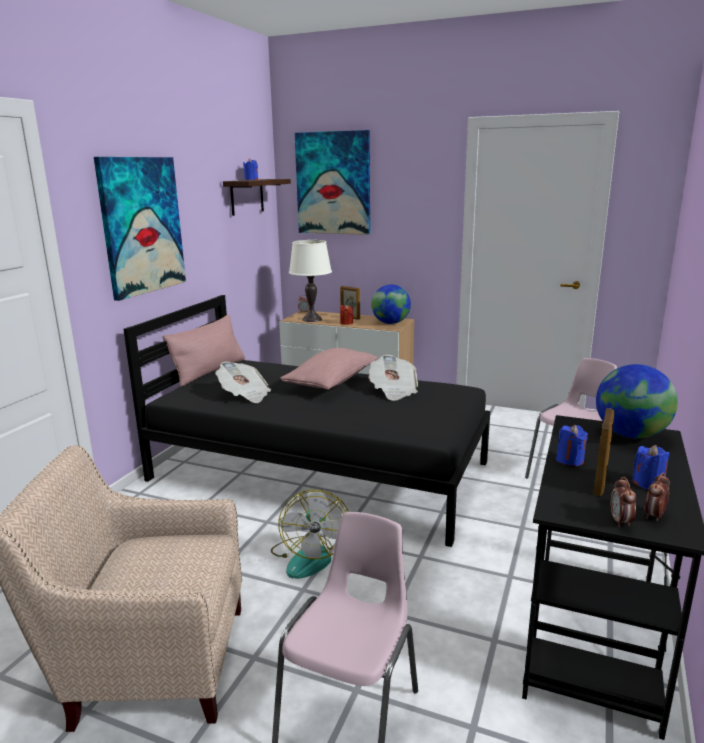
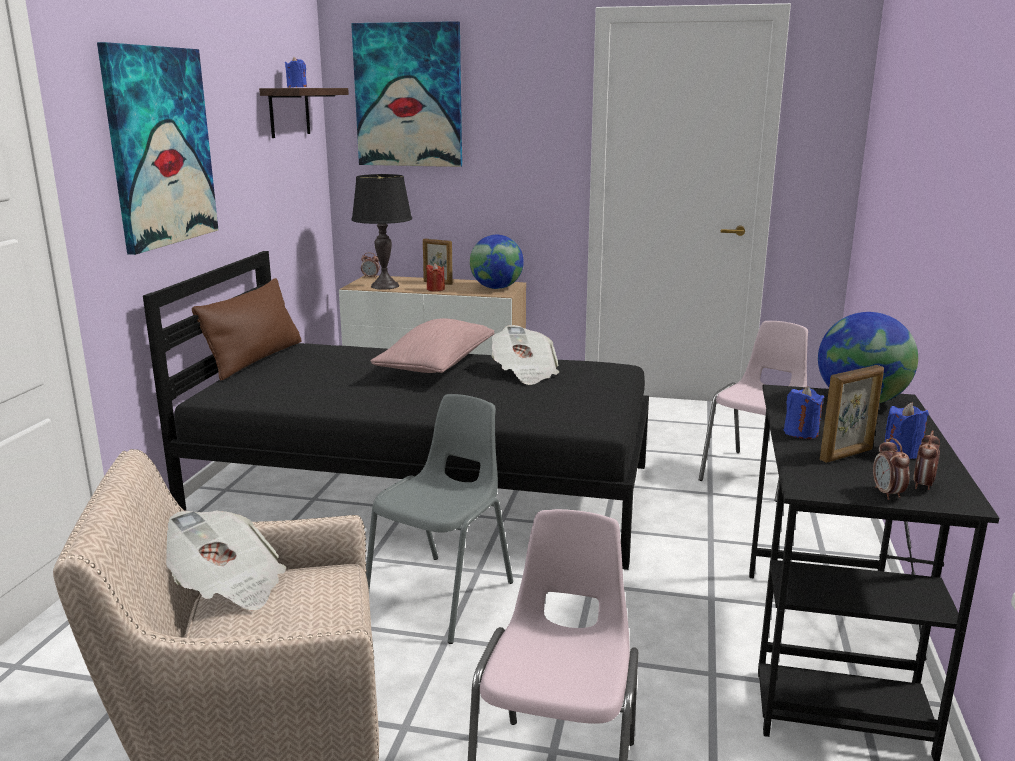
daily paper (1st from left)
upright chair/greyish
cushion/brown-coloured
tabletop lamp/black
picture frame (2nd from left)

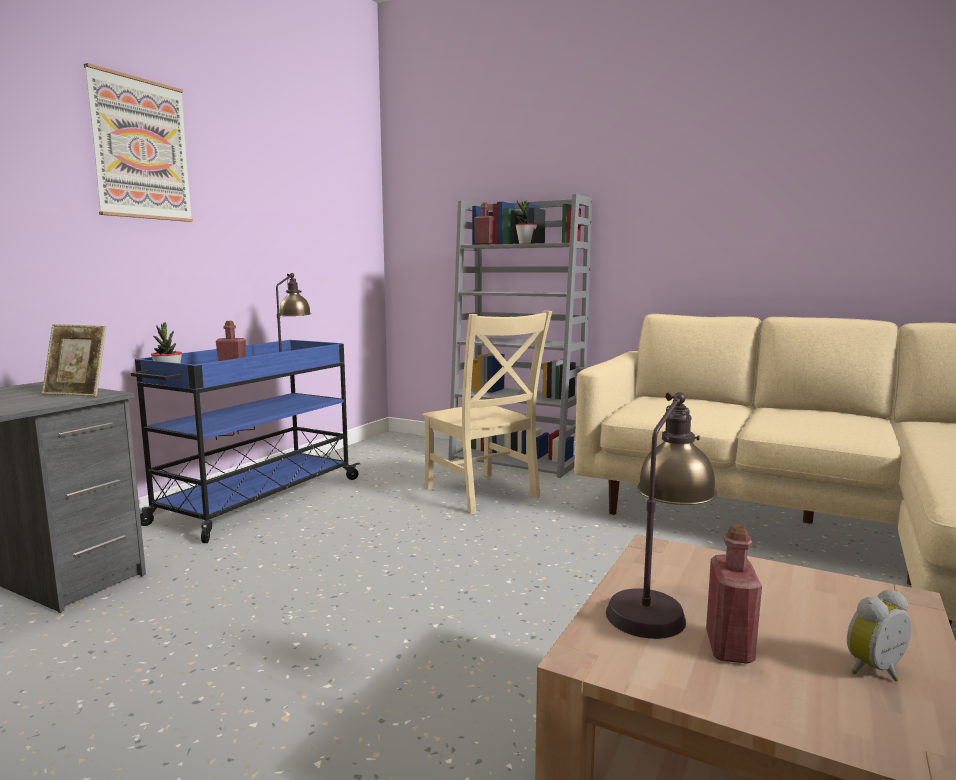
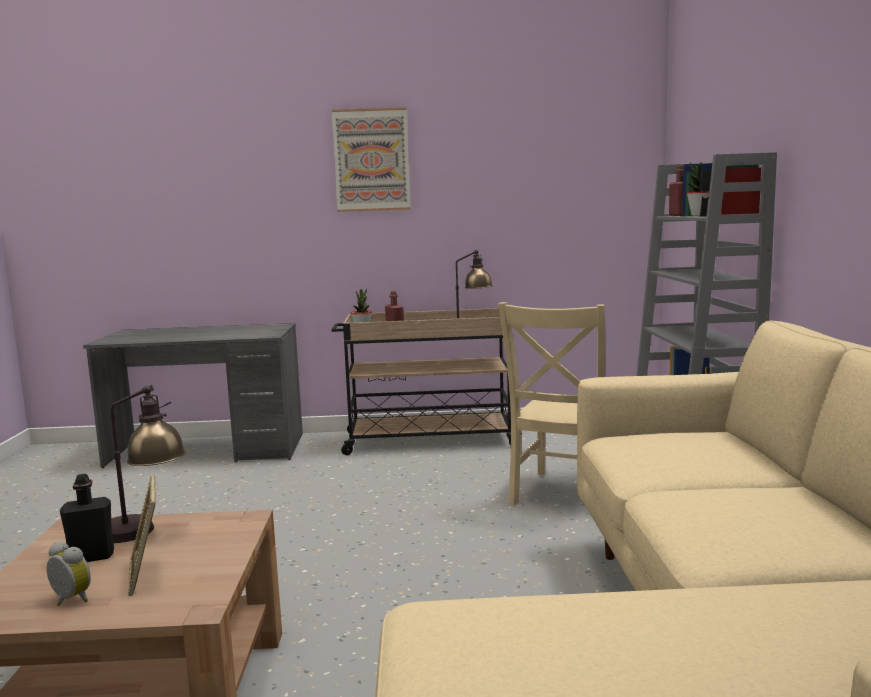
picture frame
cart/beige
beverage bottle/black

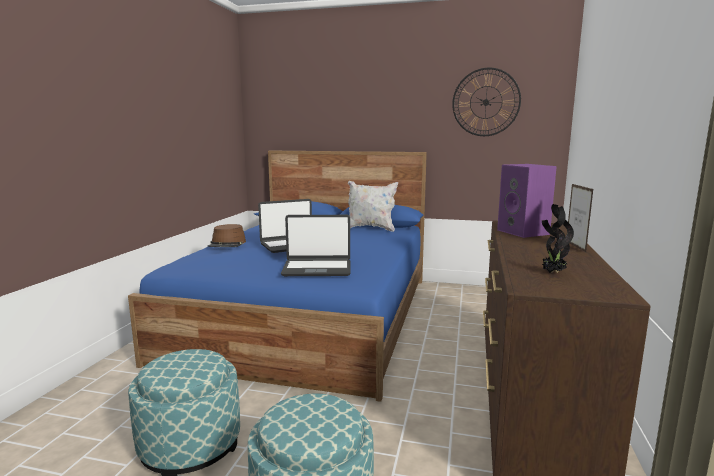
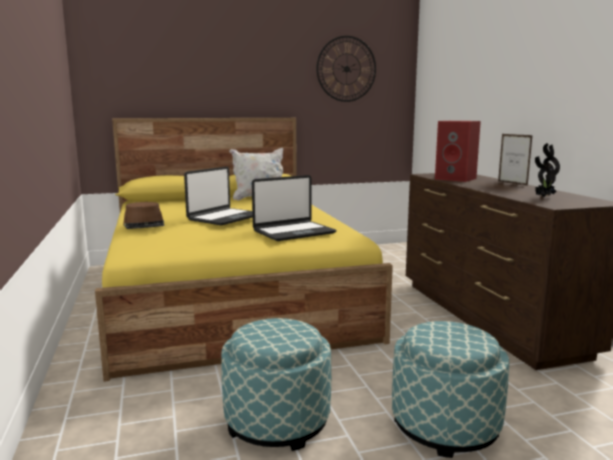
sleeping bed/yellow
speaker/reddish

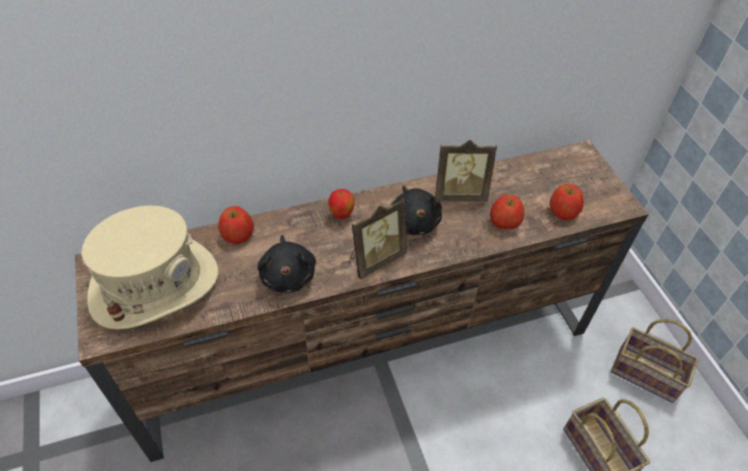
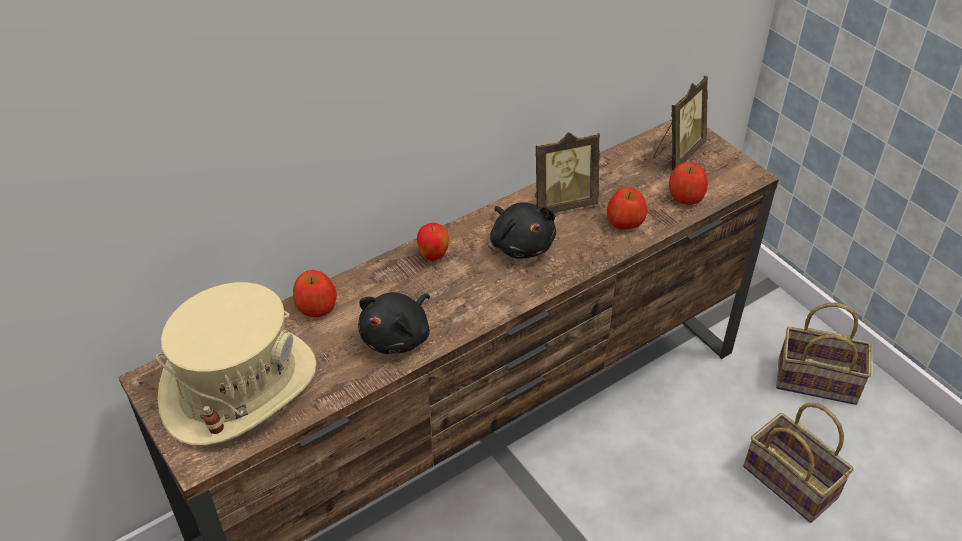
picture frame (2nd from left)
soft toy/black (1st from left)

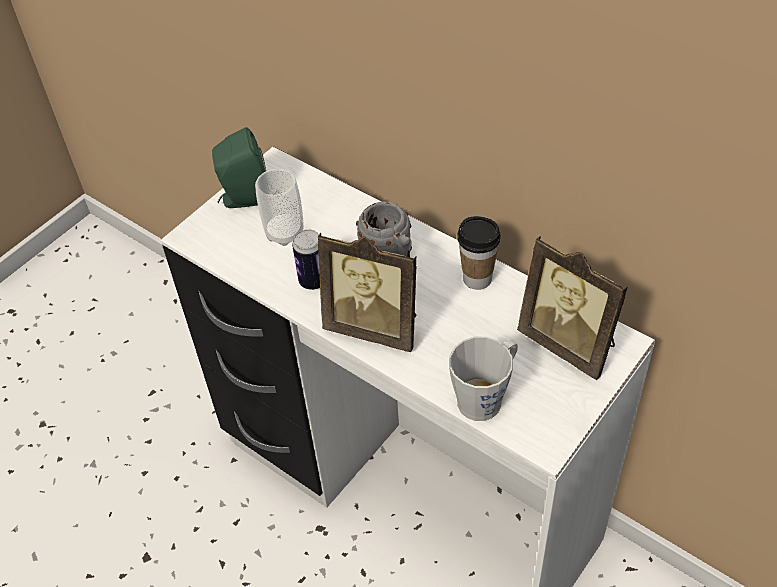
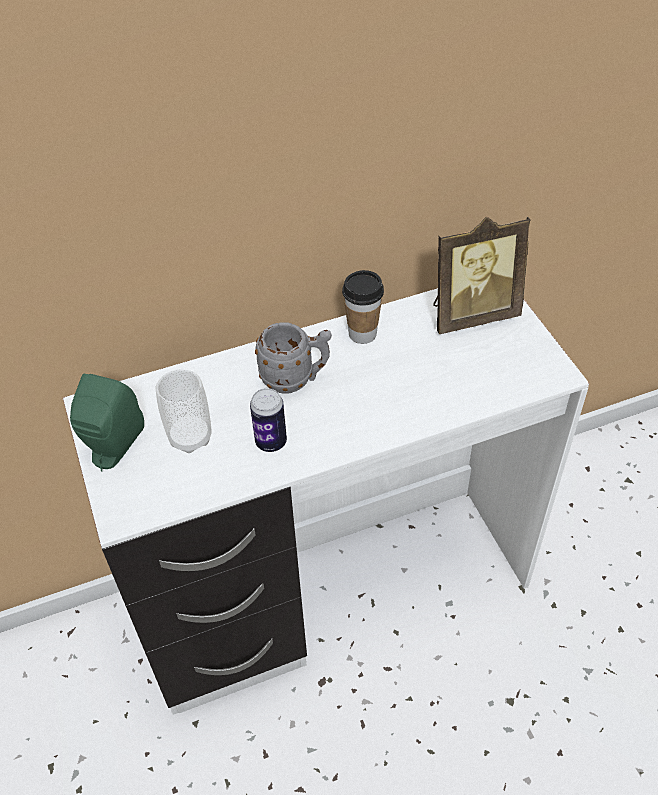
picture frame (1st from left in the first image)
coffee mug/greyish (2nd from left in the first image)

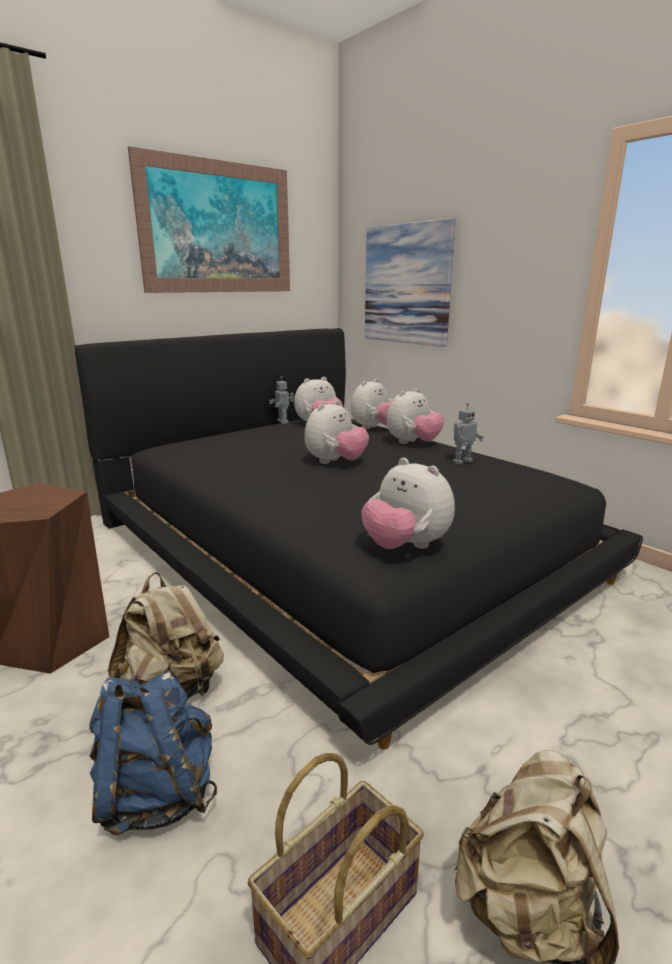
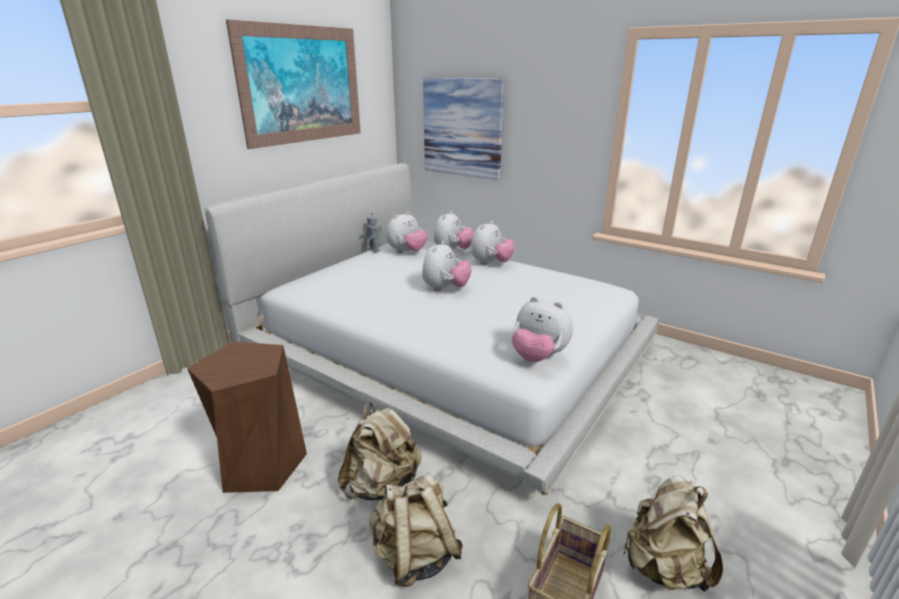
toy robot (2nd from left in the first image)
sleeping bed/whitish
rucksack/beige (2nd from left)

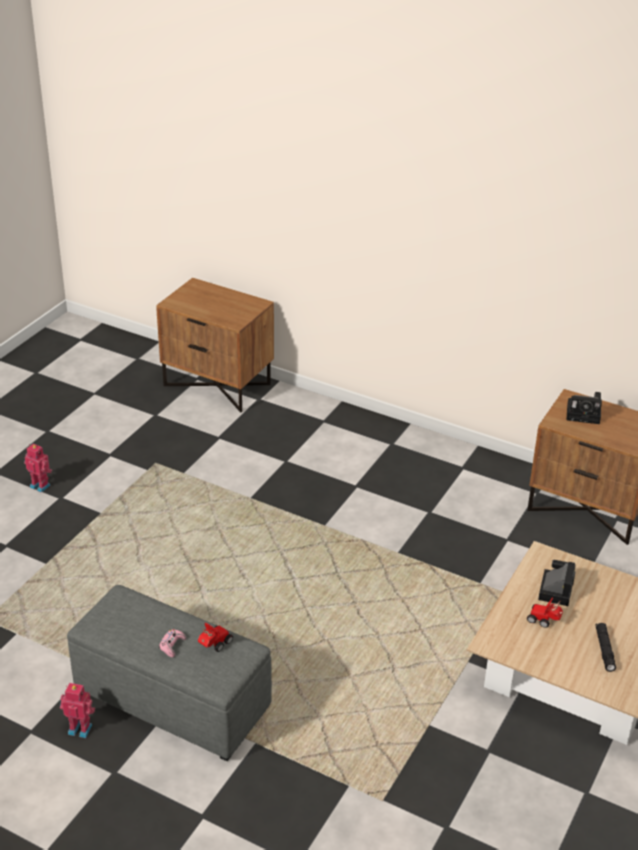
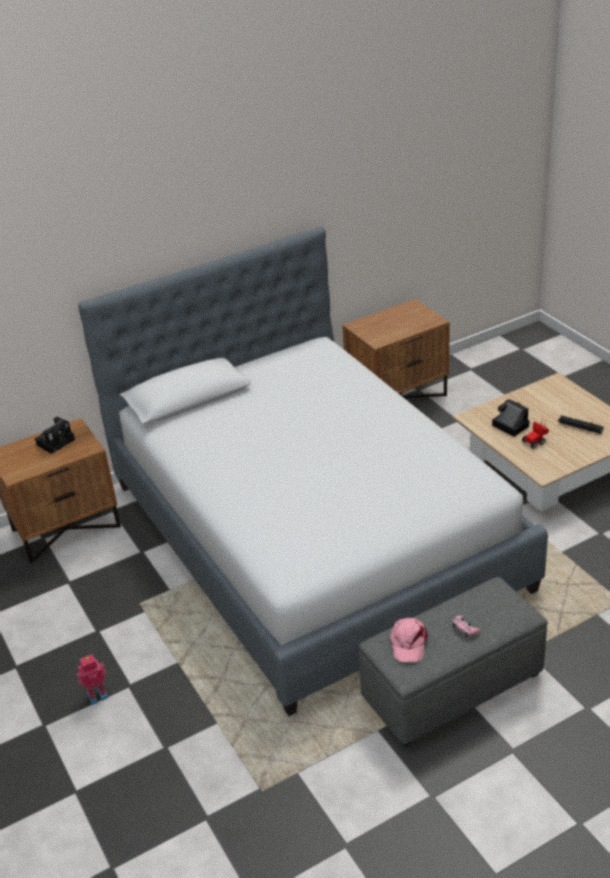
toy robot (2nd from left in the first image)
toy car (1st from left in the first image)
sleeping bed
cap/pink
photo camera (1st from left)

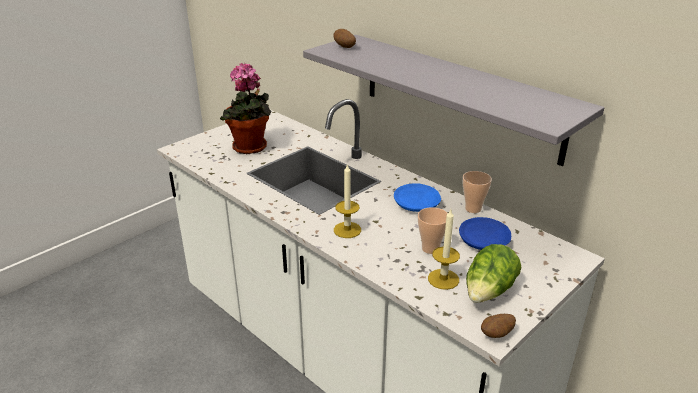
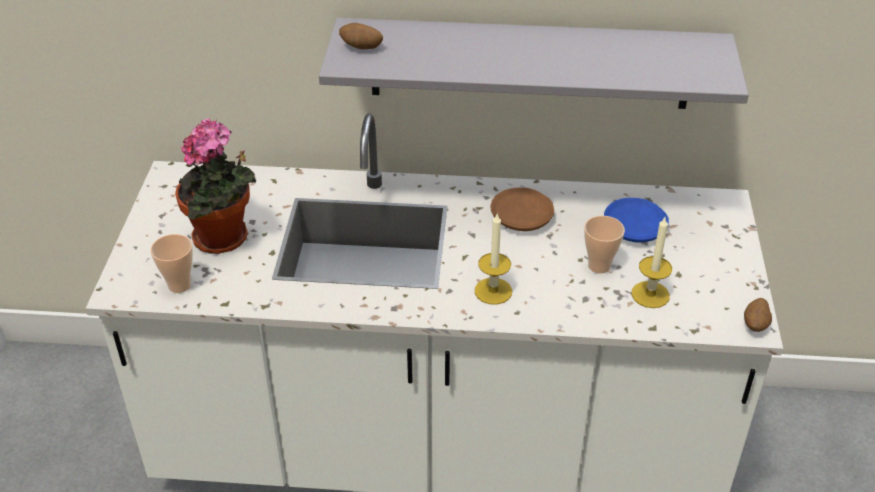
lettuce
drinking cup (1st from left)
plate/brown-coloured

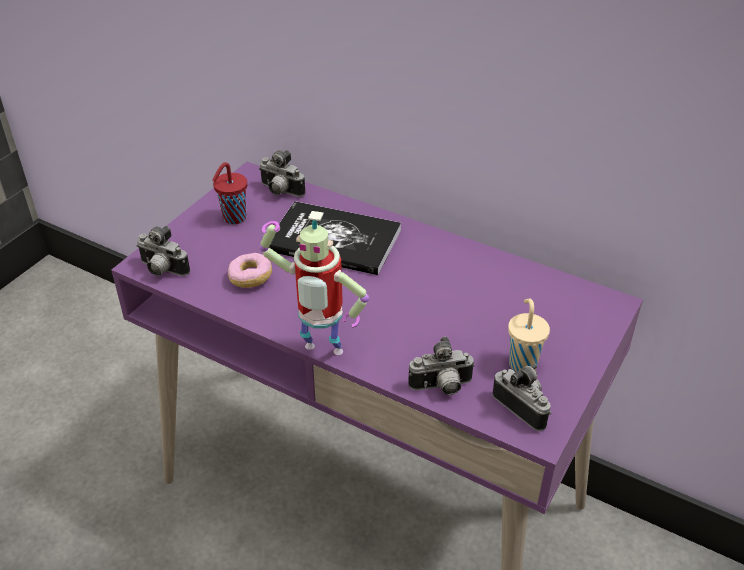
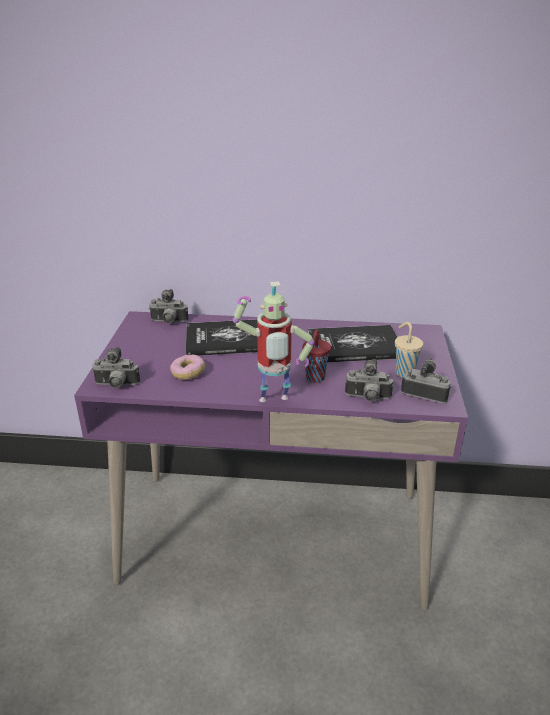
book (2nd from left)
drinking cup/reddish
photo camera (3rd from left)

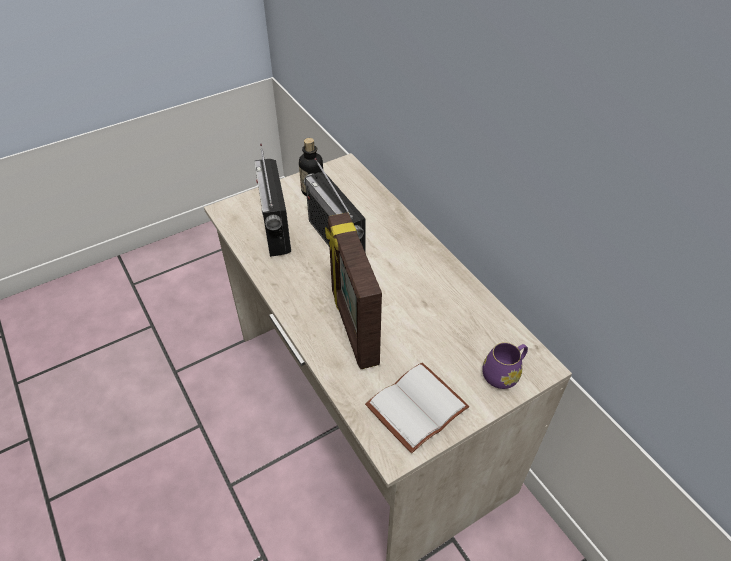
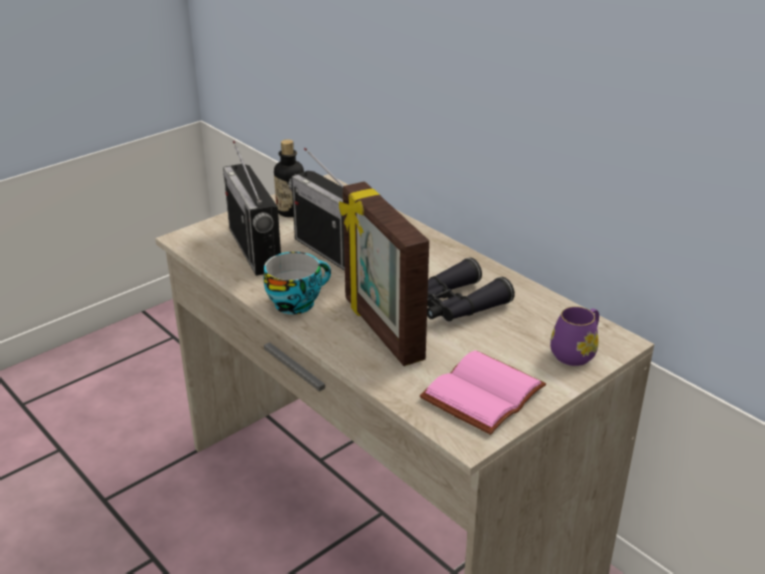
drinking cup
field glasses/black
book/pink

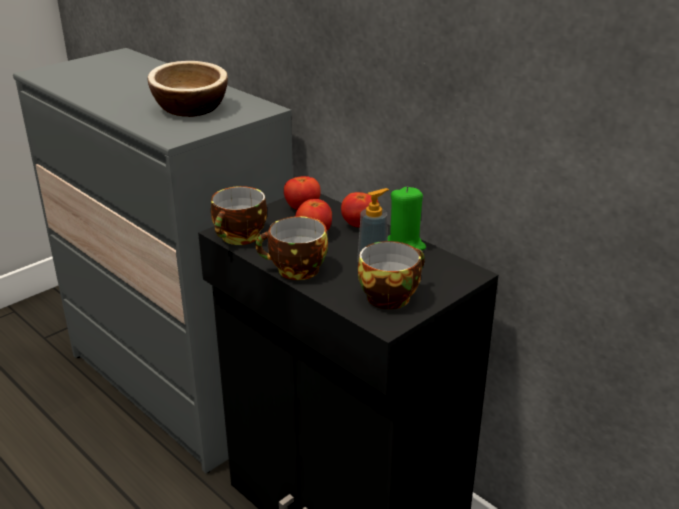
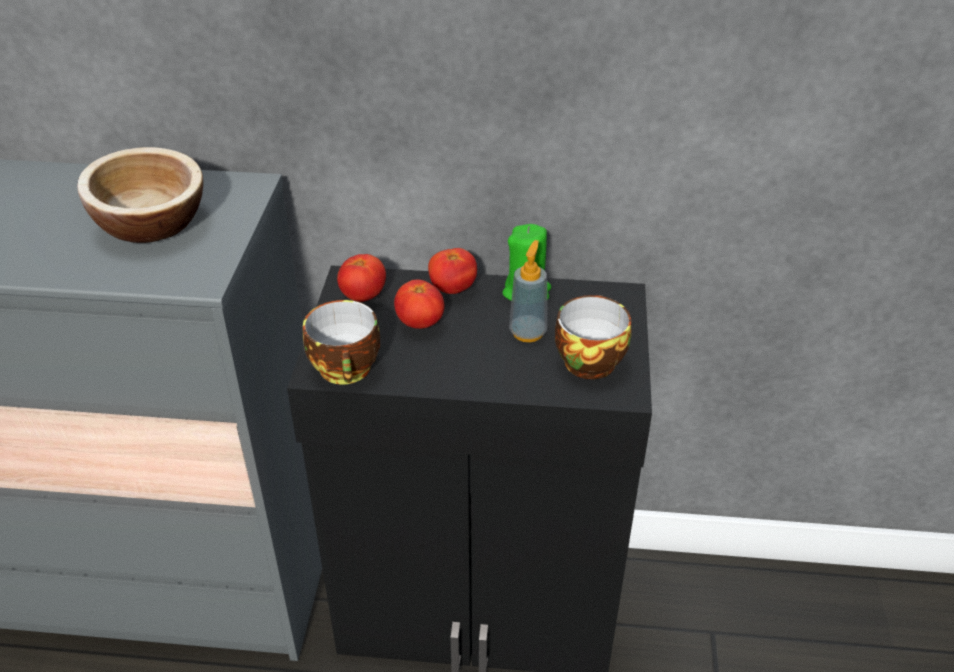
drinking cup (2nd from left in the first image)

